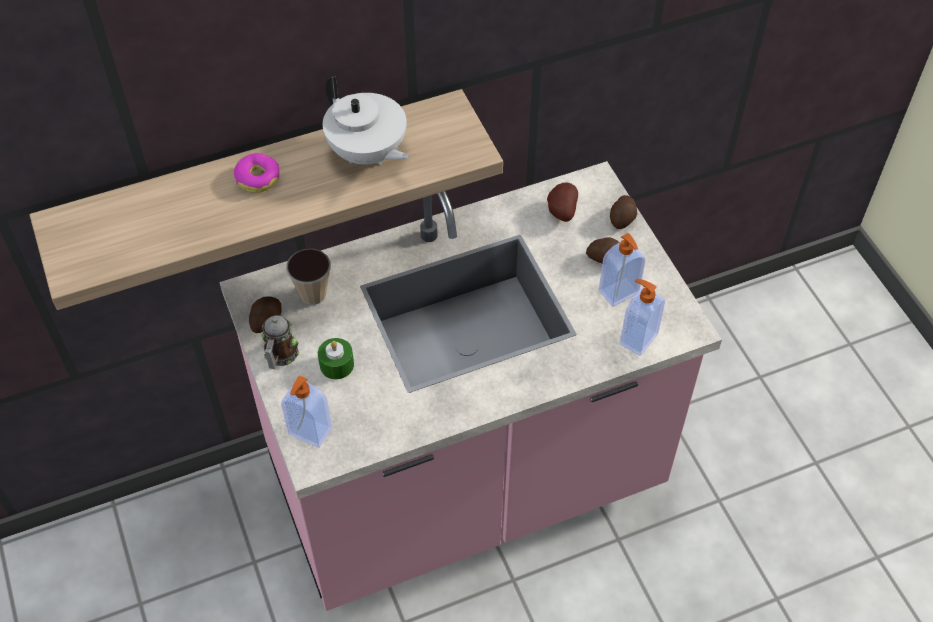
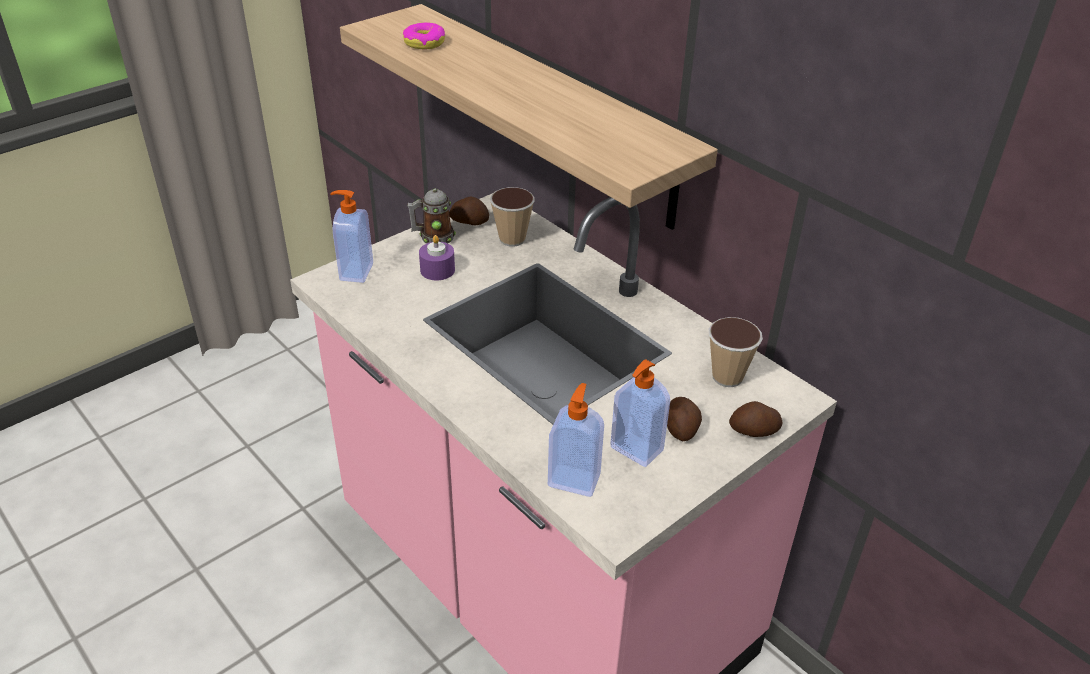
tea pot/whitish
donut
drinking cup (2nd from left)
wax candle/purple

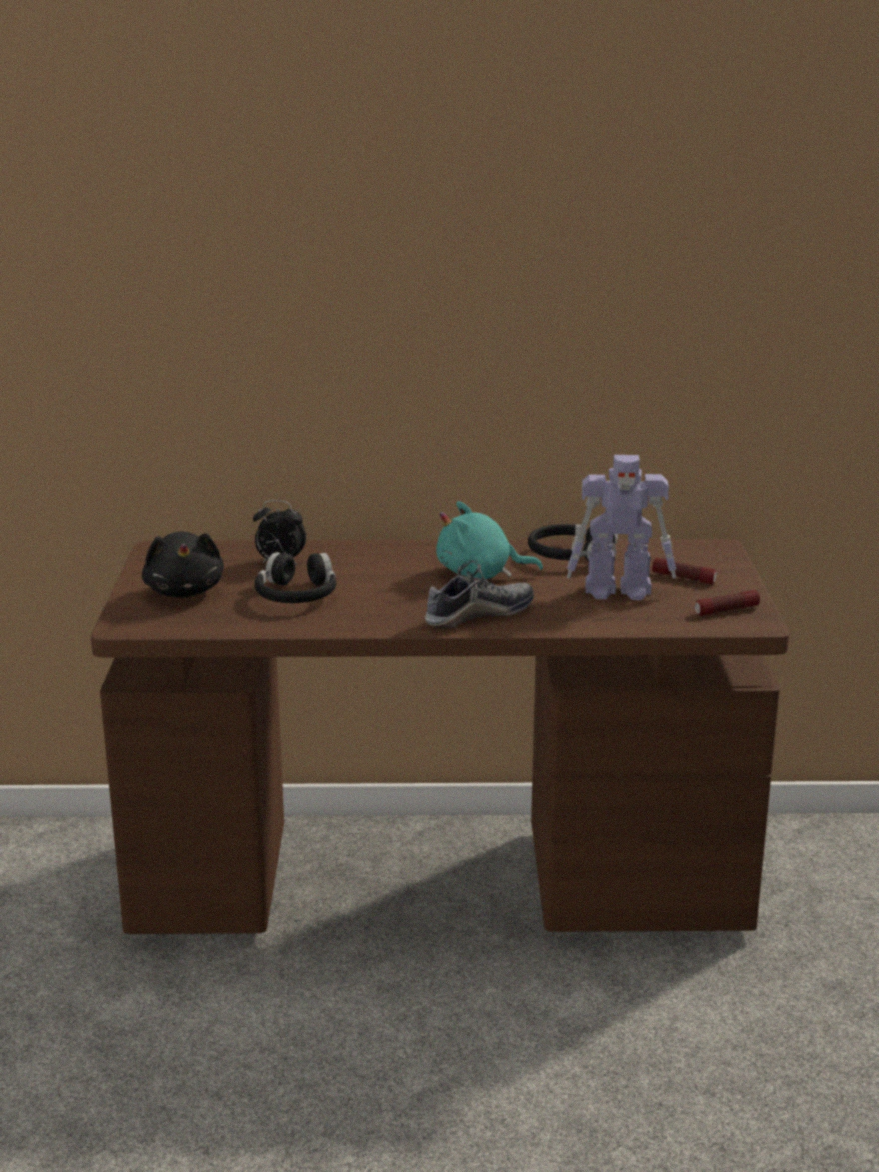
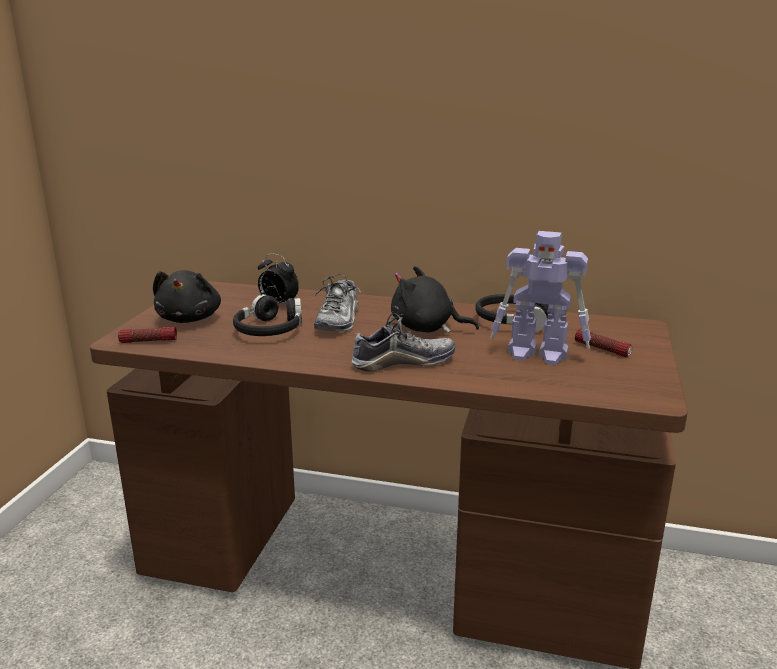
low shoe (1st from left)
hand torch (1st from left)
soft toy/black (2nd from left)

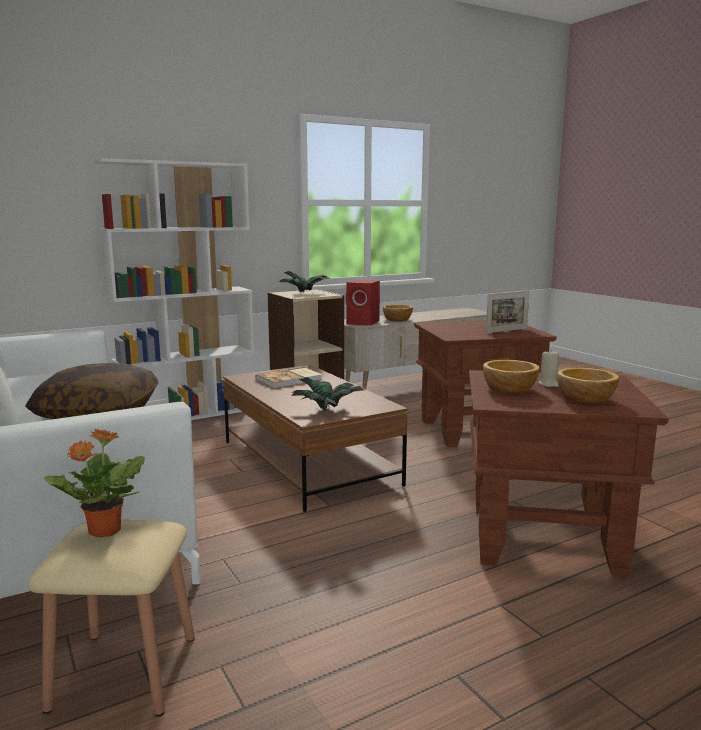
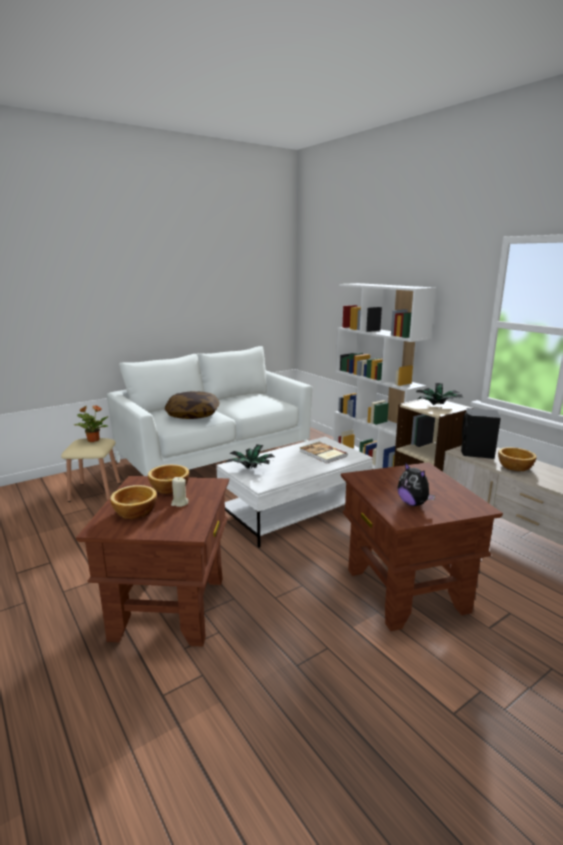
soft toy
low table/whitish
speaker/black

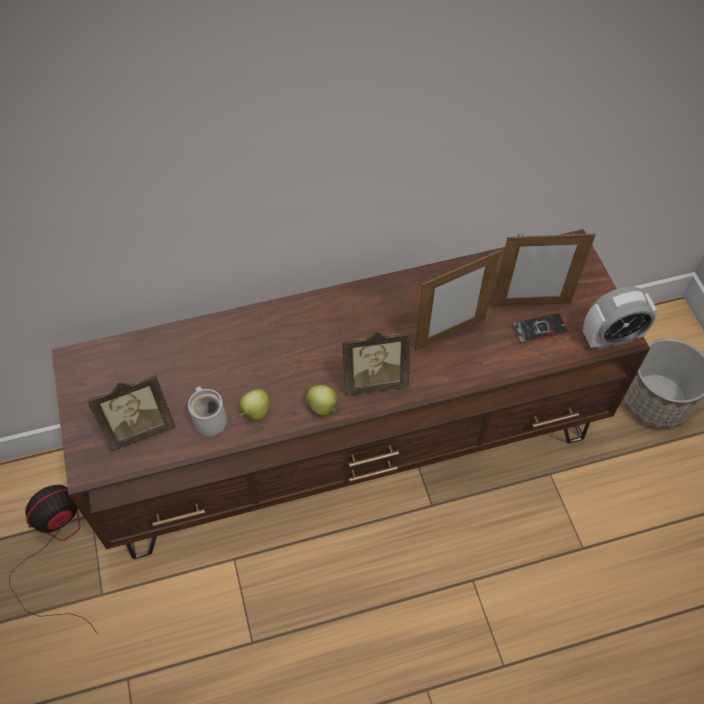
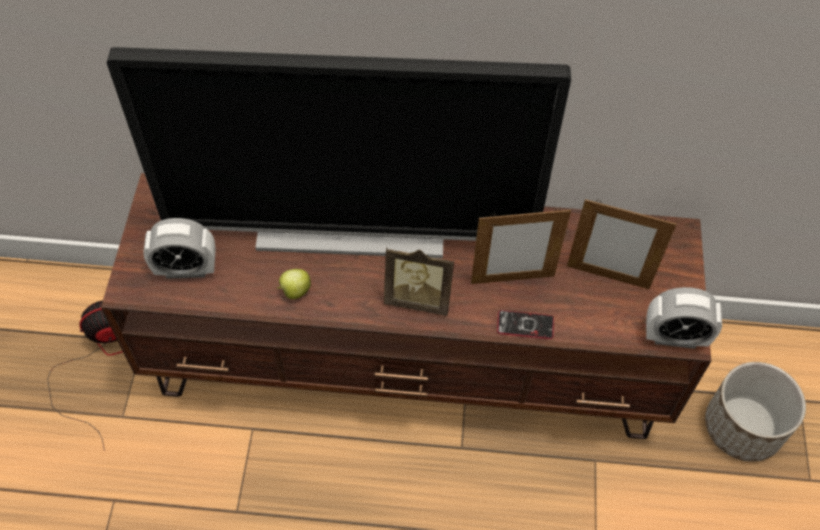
coffee mug/whitish
apple (2nd from left in the first image)
TV
handset
table clock (1st from left)

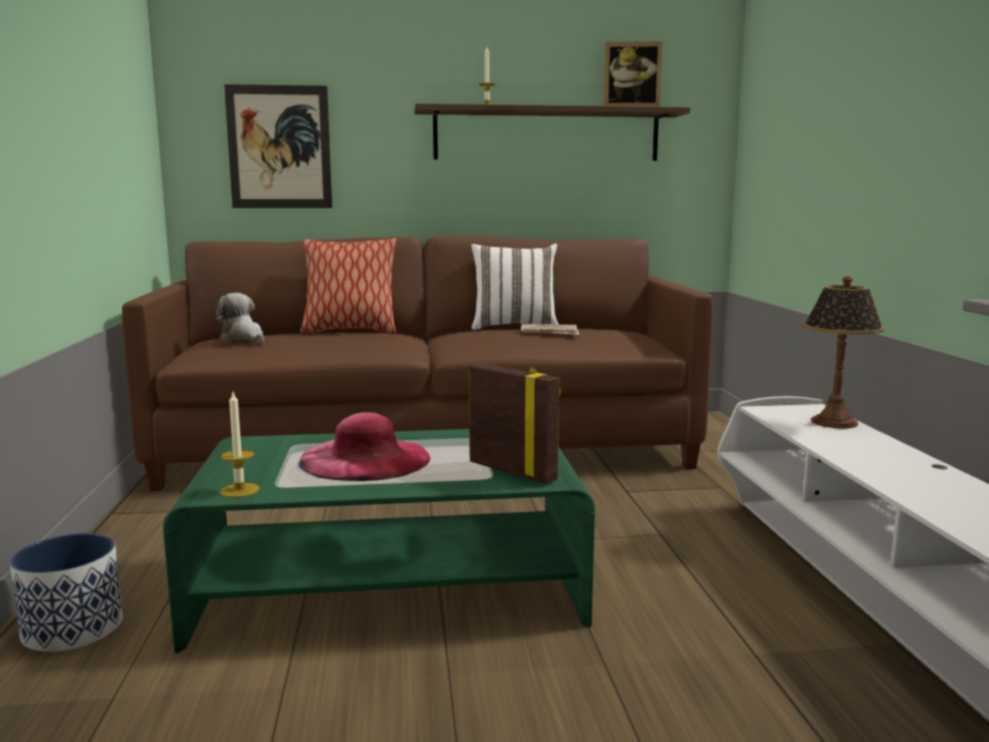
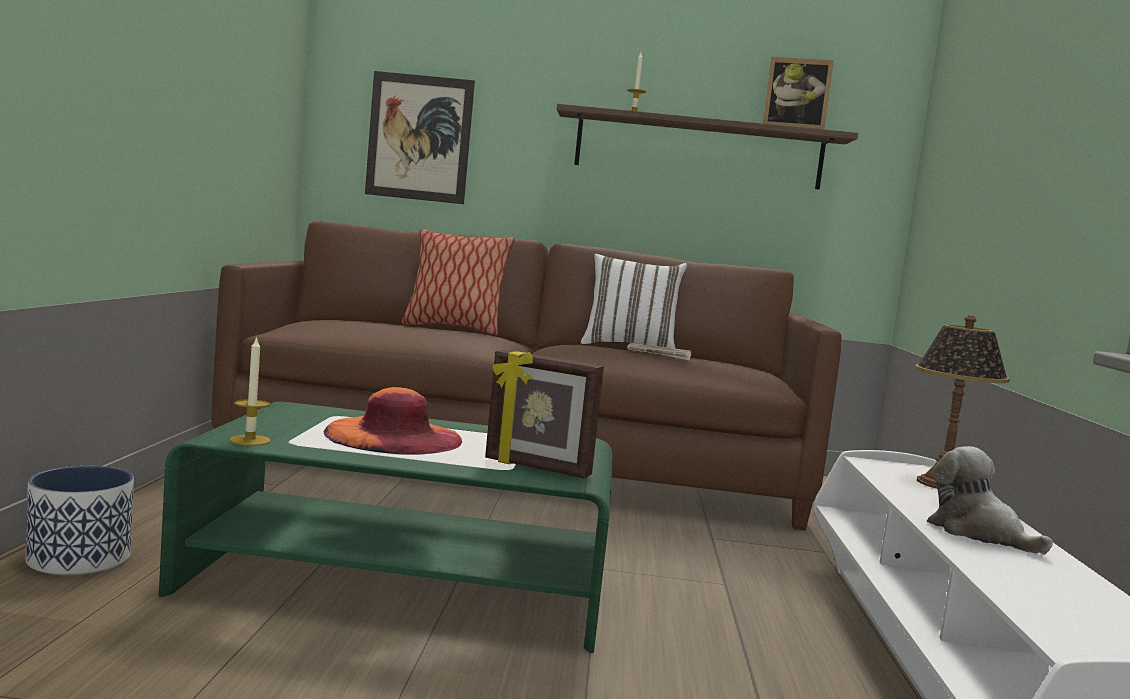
soft toy
clothing hat/orangey
picture frame (1st from left)

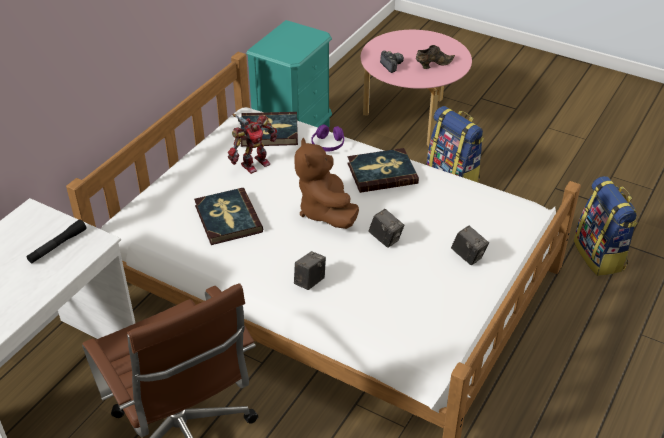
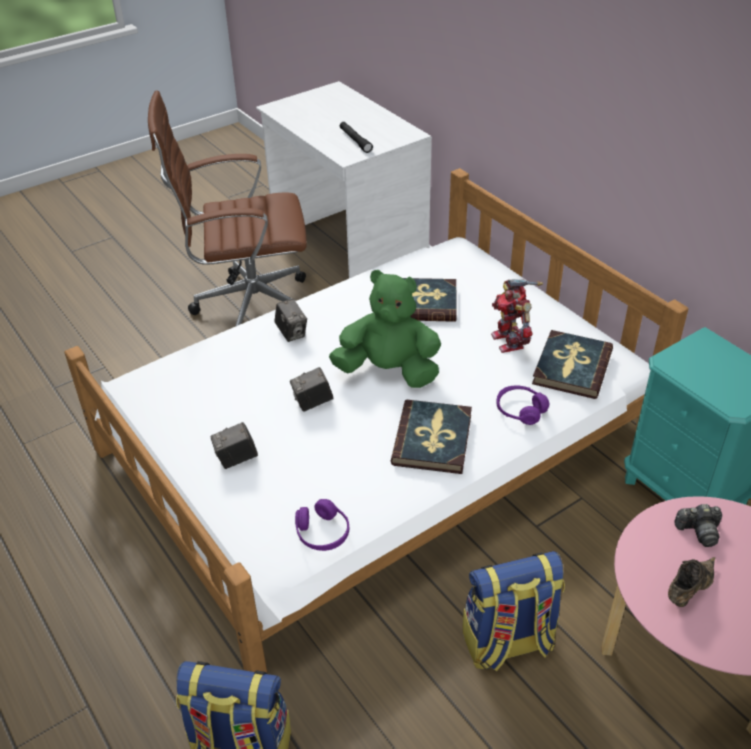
pair of headphones/purple (1st from left)
soft toy/green
low shoe/brown-coloured

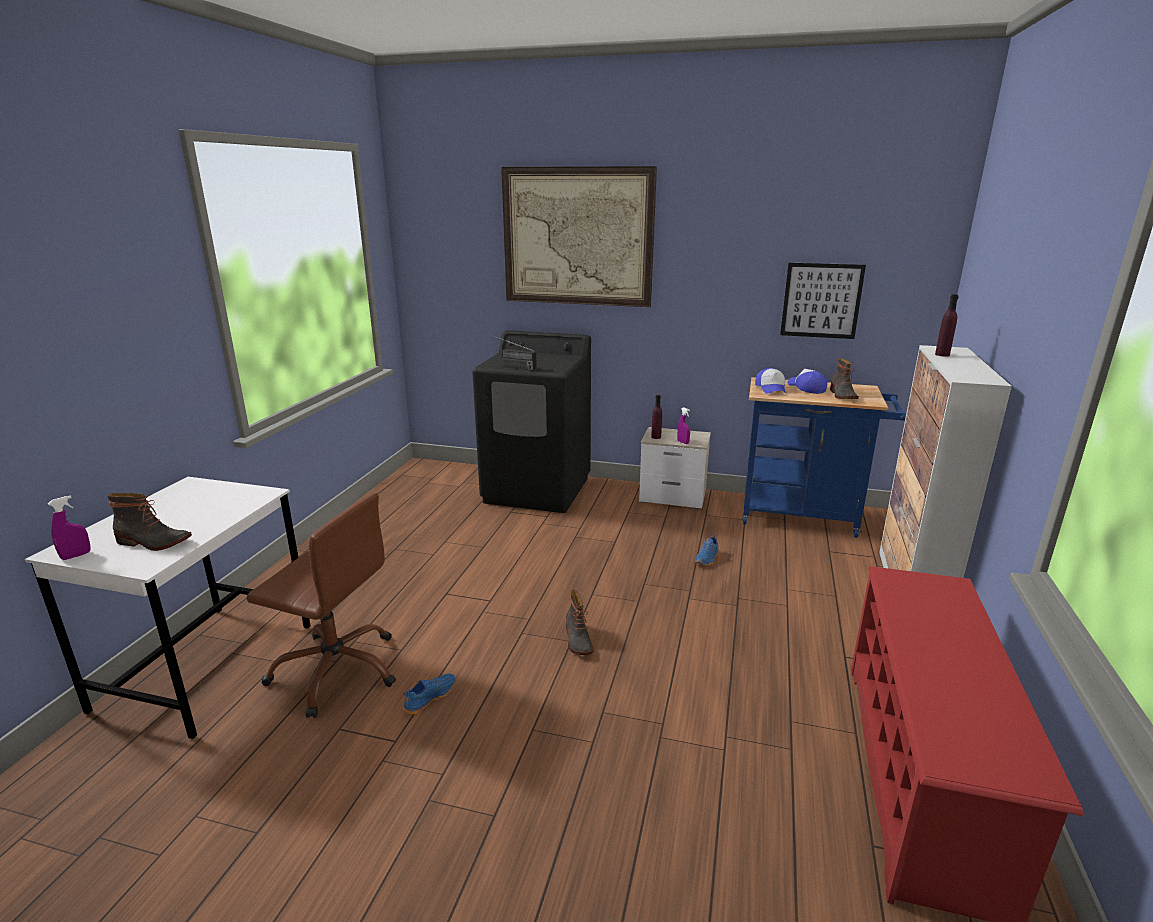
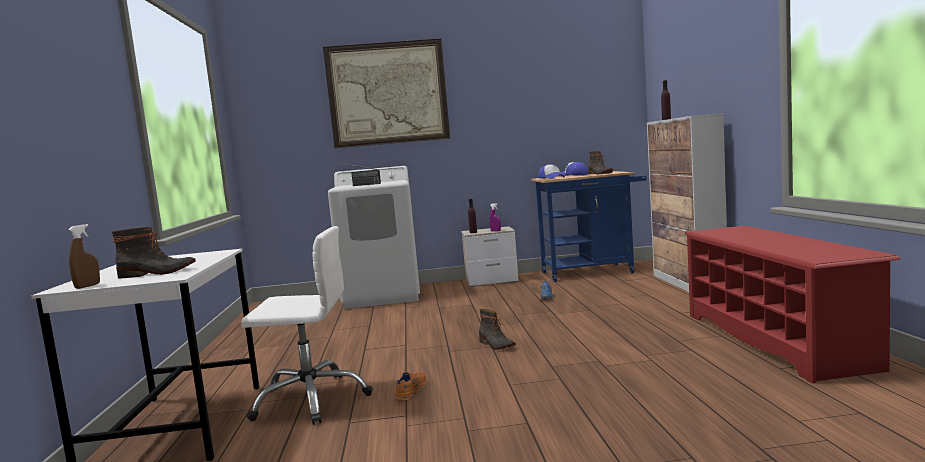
wall art (2nd from left in the first image)
spray bottle/brown-coloured
computer chair/whitish
low shoe/orangey
washing machine/whitish

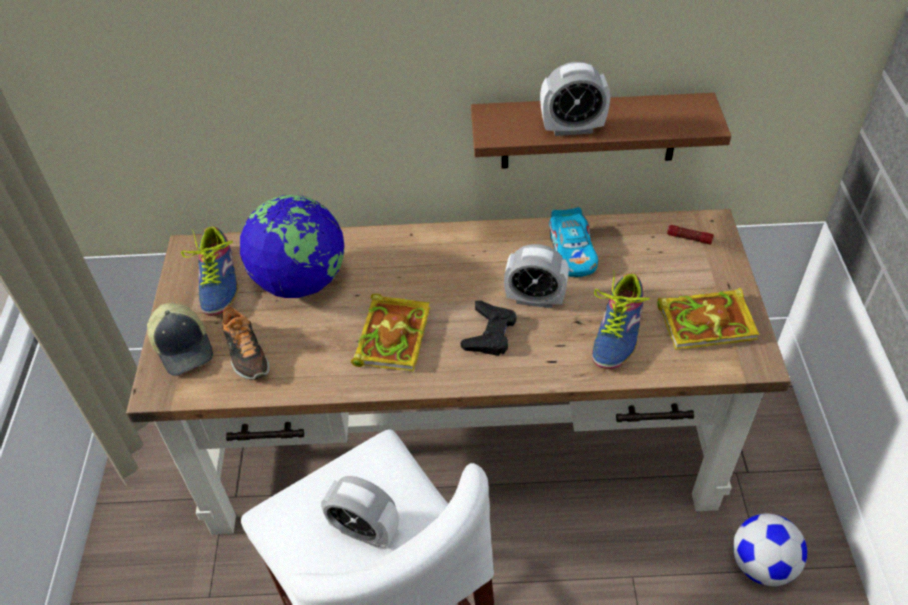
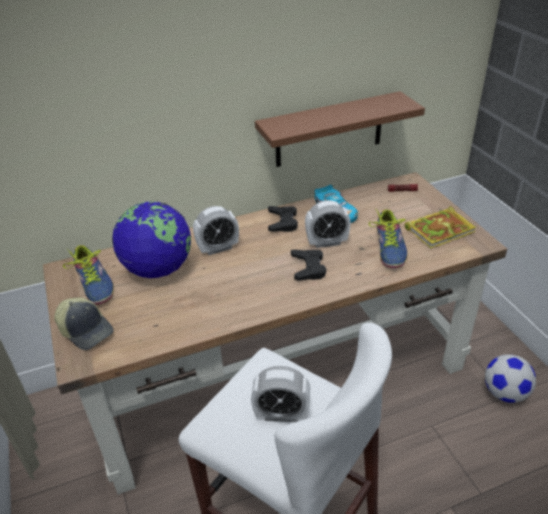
low shoe (2nd from left in the first image)
book (1st from left in the first image)
joypad/black (1st from left)
table clock (1st from left)

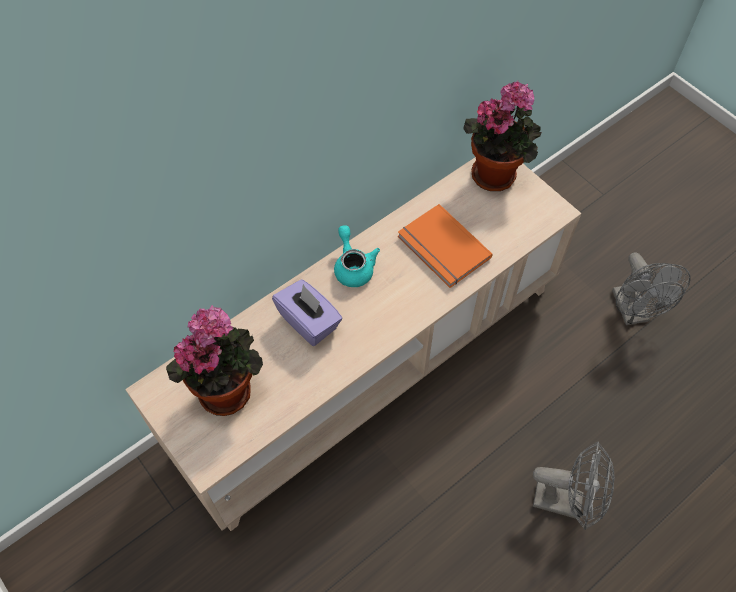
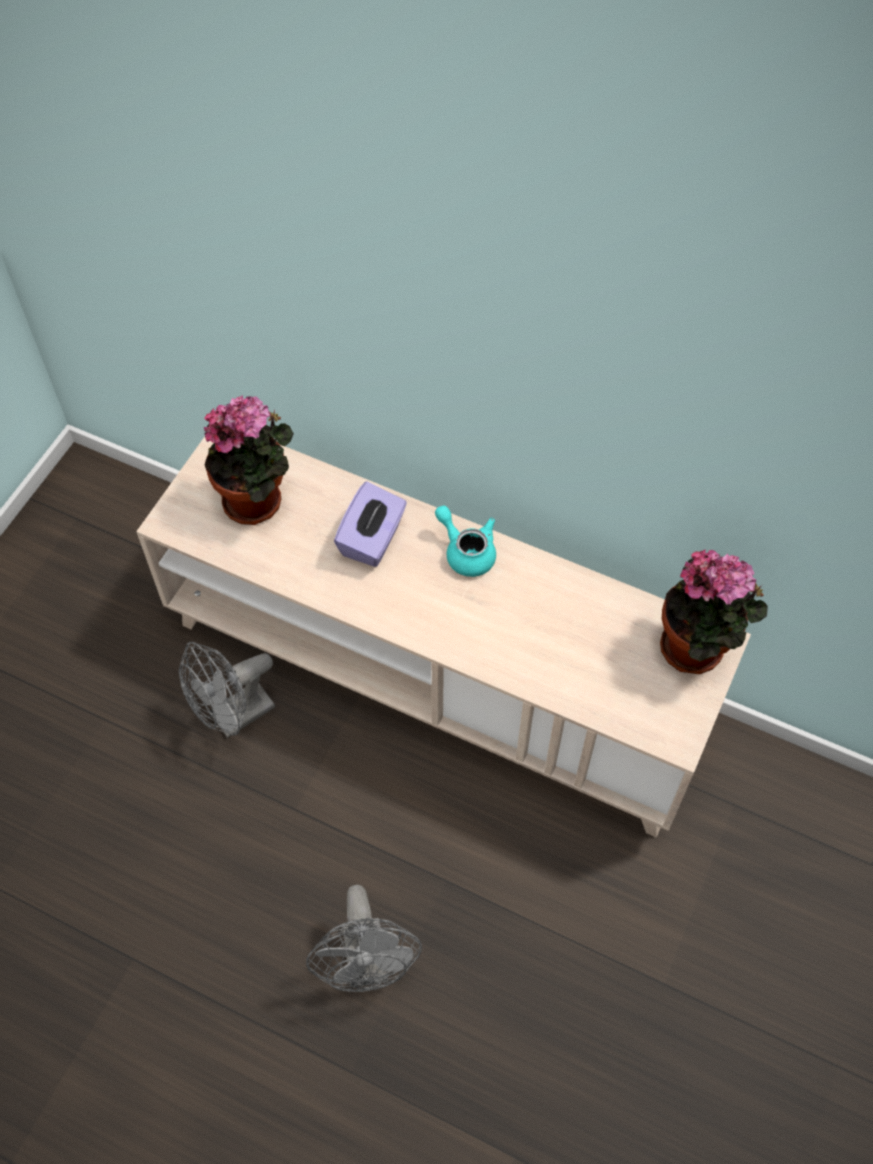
book/orangey
electric fan/greyish (1st from left)
tea pot/turquoise

